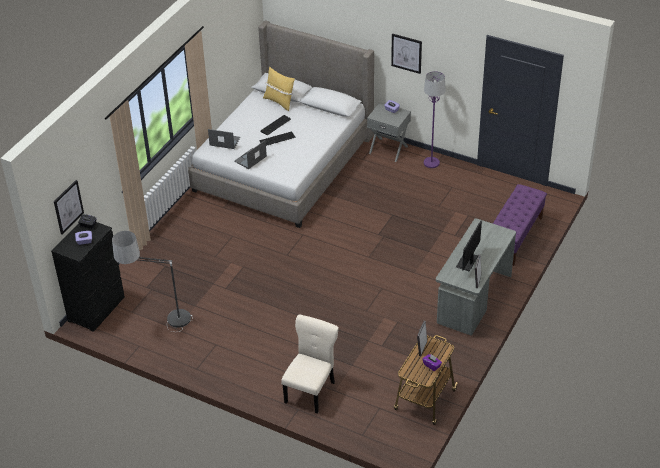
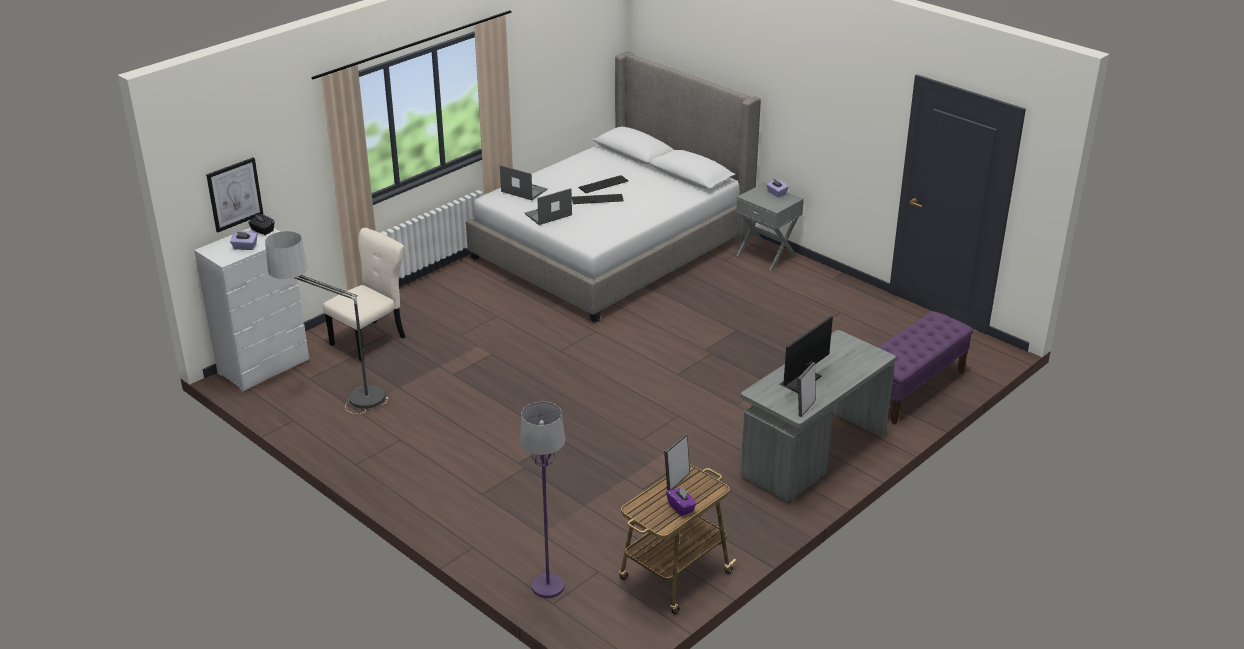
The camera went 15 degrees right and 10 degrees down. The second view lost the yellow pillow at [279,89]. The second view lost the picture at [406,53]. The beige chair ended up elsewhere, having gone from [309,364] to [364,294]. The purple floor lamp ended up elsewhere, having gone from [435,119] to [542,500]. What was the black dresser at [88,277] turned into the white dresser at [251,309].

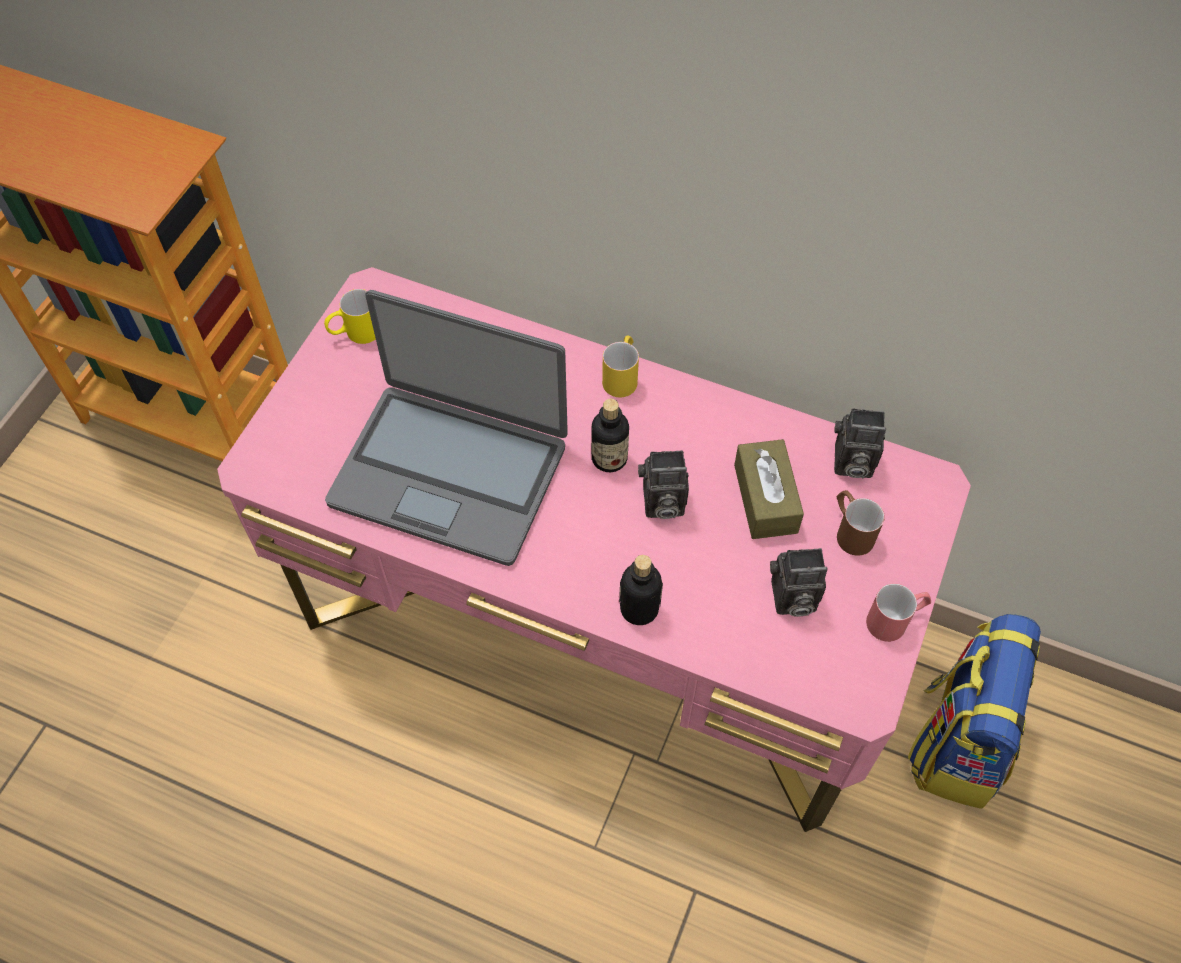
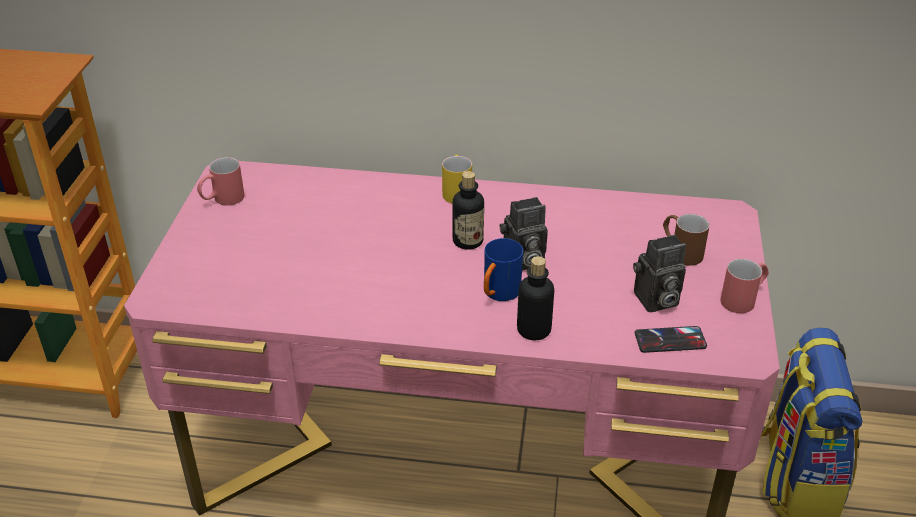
The camera went 15 degrees left and 20 degrees down. The second view lost the laptop at [446,428]. The second view lost the brown tissue box at [769,489]. The second view lost the photo camera at [860,443]. The second view gained the blue mug at [503,269]. The second view gained the phone at [671,339]. What was the yellow mug at [350,316] turned into the red mug at [221,181].

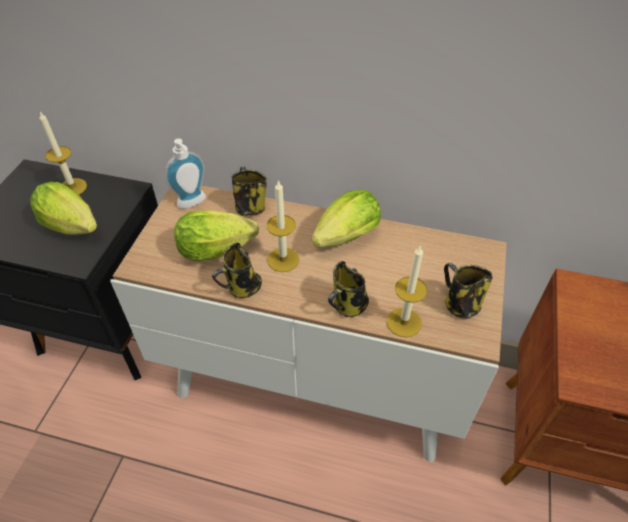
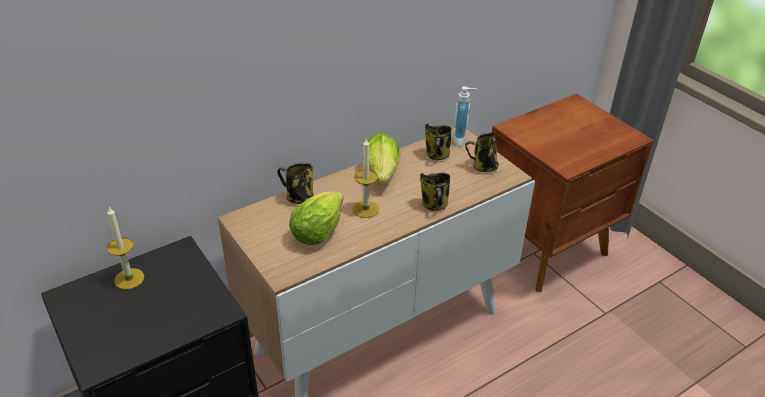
The camera went 50 degrees left and 10 degrees down. The second view lost the lettuce at [63,208]. The second view lost the candle at [406,291]. The soap dispenser ended up elsewhere, having gone from [185,174] to [465,116]. The mug ended up elsewhere, having gone from [237,270] to [438,142].

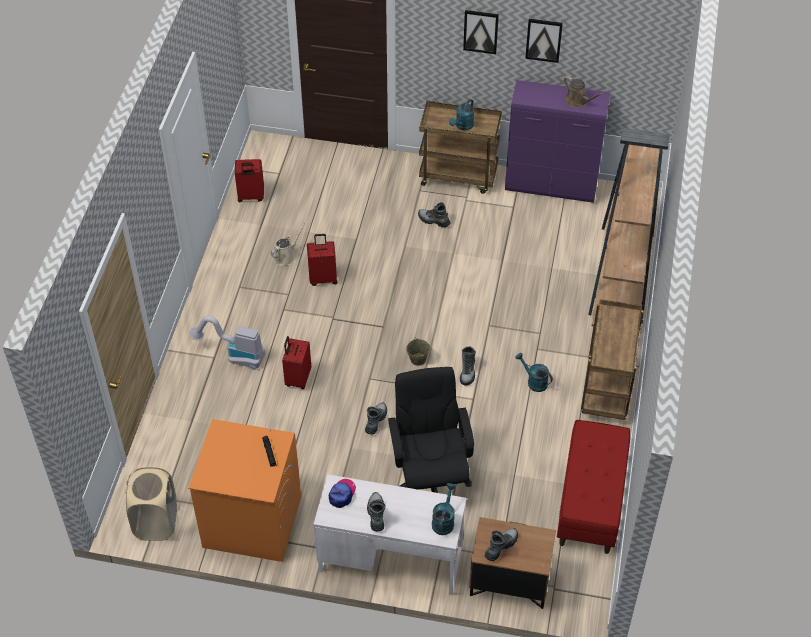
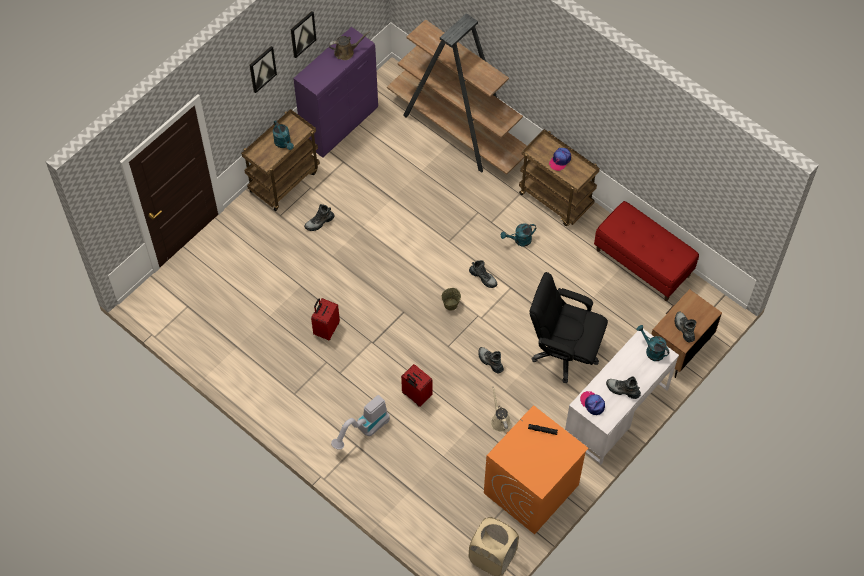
The camera went 60 degrees left and 10 degrees up. The second view lost the red suitcase at [249,180]. The second view gained the cap at [560,159]. The beige watering can ended up elsewhere, having gone from [288,245] to [501,409].

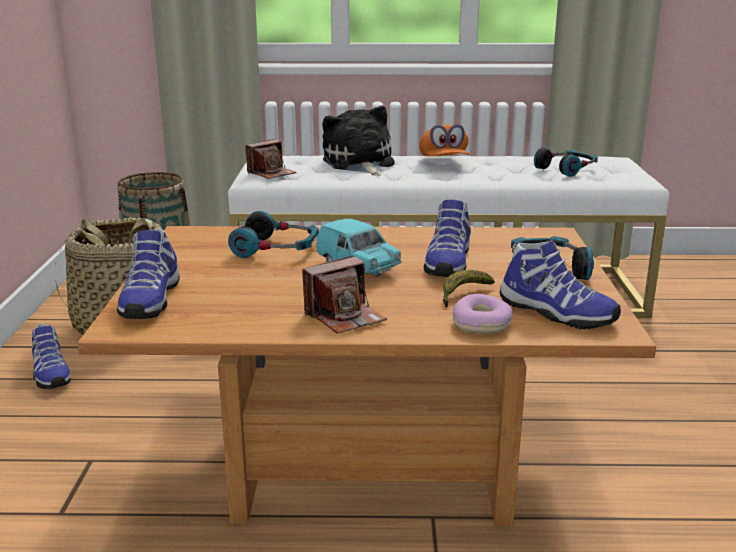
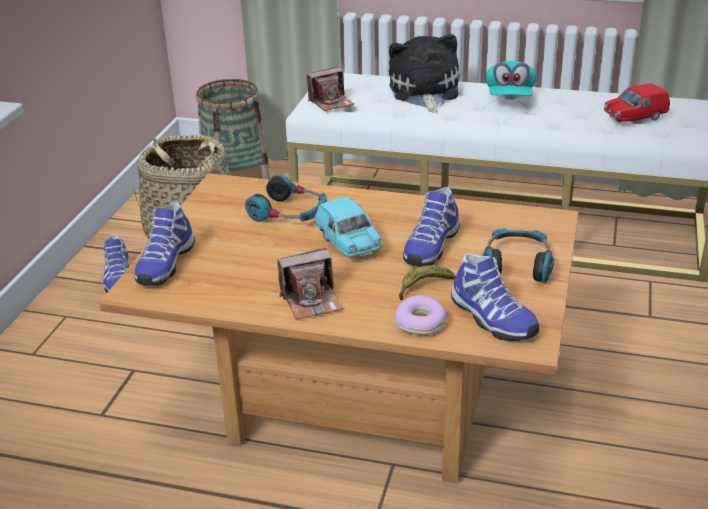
The camera went 15 degrees right and 10 degrees up. Where the headphones stood at [566,162], the red toy car came to stand at [637,103]. What was the orange cap at [444,140] turned into the turquoise cap at [511,78].

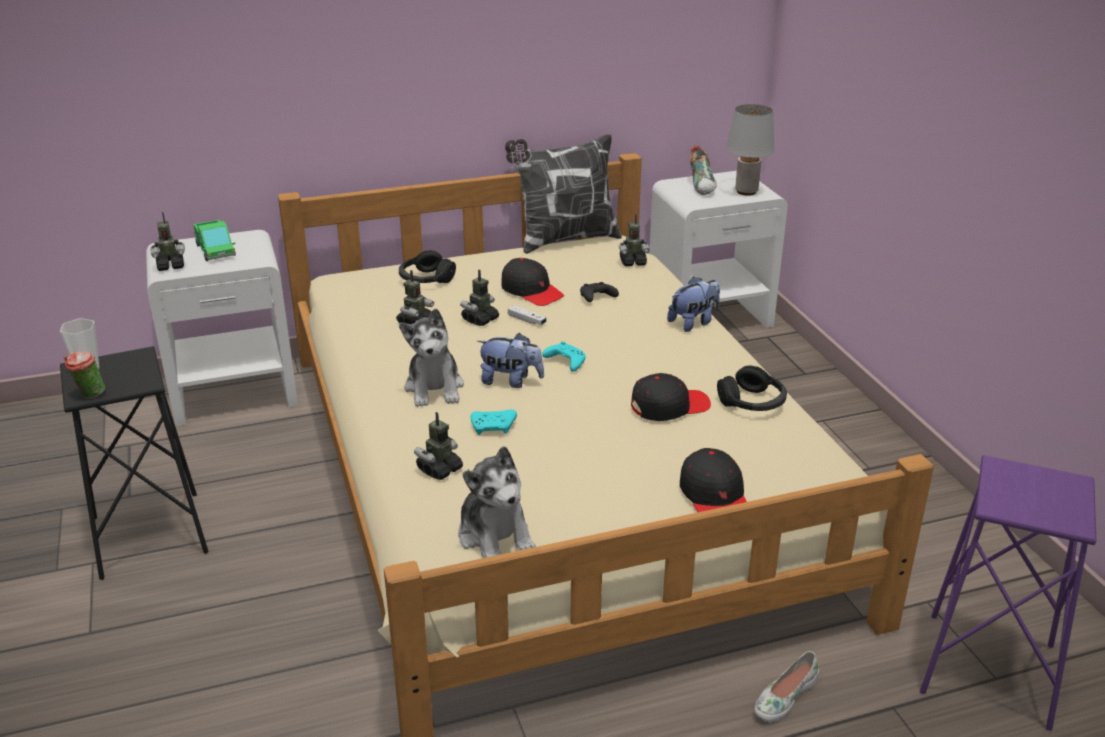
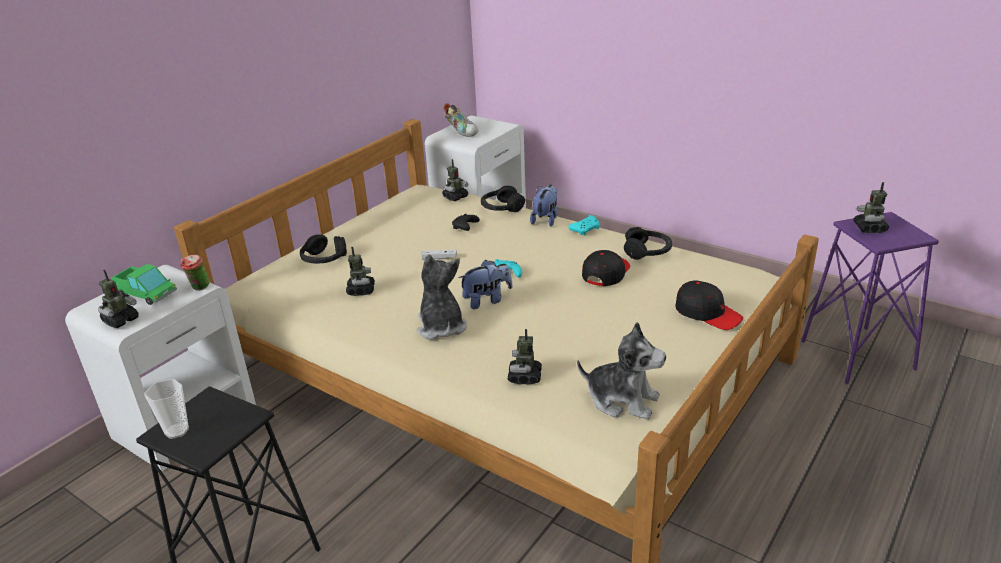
The camera went 35 degrees left and 0 degrees up. The second view lost the black cap at [532,282]. The second view lost the pillow at [563,194]. The second view lost the grey table lamp at [750,150]. The second view lost the white shoe at [786,686]. The second view gained the black headphones at [503,199]. The cup ended up elsewhere, having gone from [84,375] to [195,273]. The toy robot ended up elsewhere, having gone from [479,298] to [871,207]. The turquoise game controller ended up elsewhere, having gone from [493,422] to [584,225]. The plush toy at [431,358] ended up facing another way, 150 degrees counterclockwise from before.

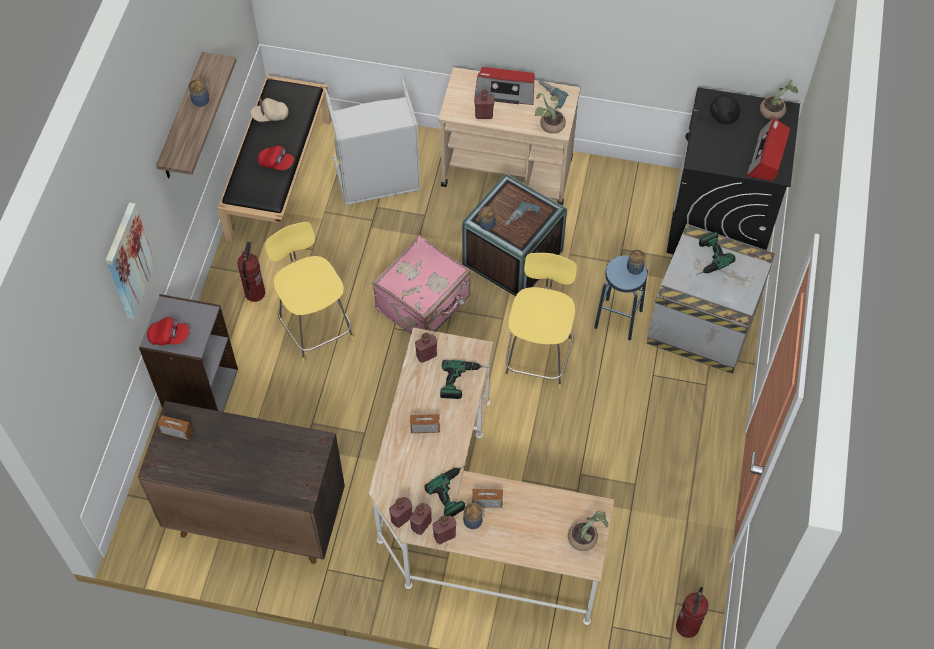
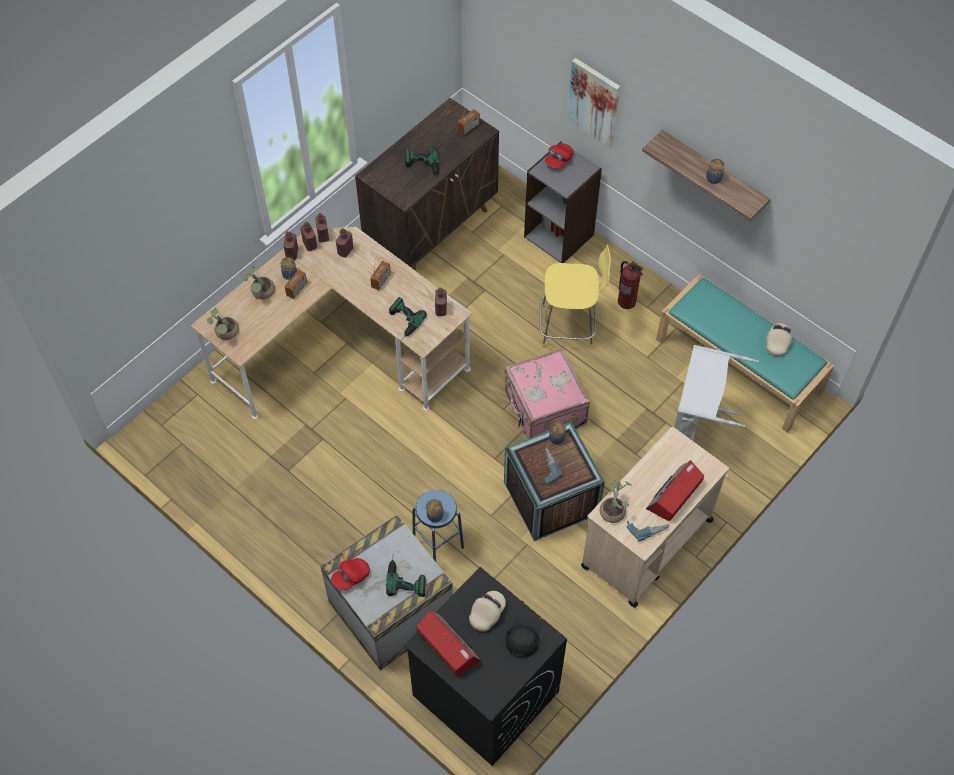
The camera went 120 degrees right and 0 degrees up. The second view lost the yellow stool at [541,321]. The second view lost the fire extinguisher at [692,612]. The second view gained the beige cap at [487,611]. The red cap ended up elsewhere, having gone from [276,158] to [350,574]. The power drill ended up elsewhere, having gone from [446,490] to [422,161]. The red bottle ended up elsewhere, having gone from [484,104] to [345,243]. The potted plant ended up elsewhere, having gone from [779,99] to [259,282]. What was the black bench at [274,158] turned into the turquoise bench at [745,353].

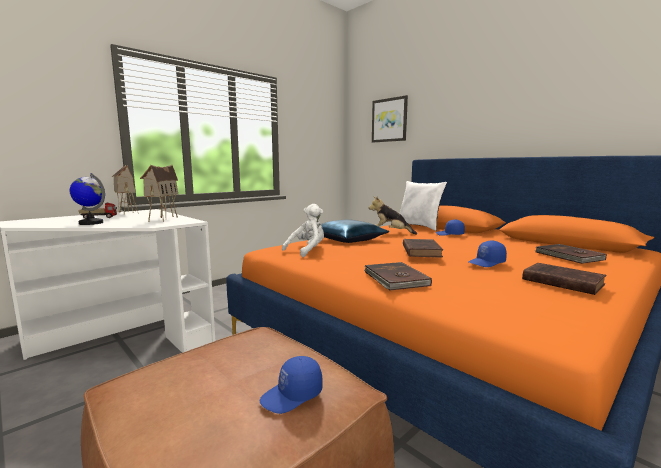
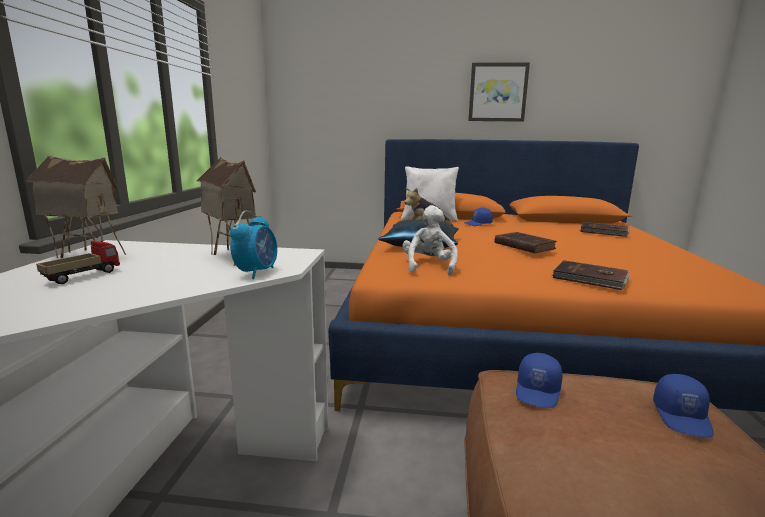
The camera went 40 degrees left and 5 degrees up. The second view lost the globe at [87,199]. The second view lost the brown book at [564,279]. The second view gained the alarm clock at [253,244]. The picture ended up elsewhere, having gone from [390,119] to [499,92]. The blue cap ended up elsewhere, having gone from [488,253] to [539,380].

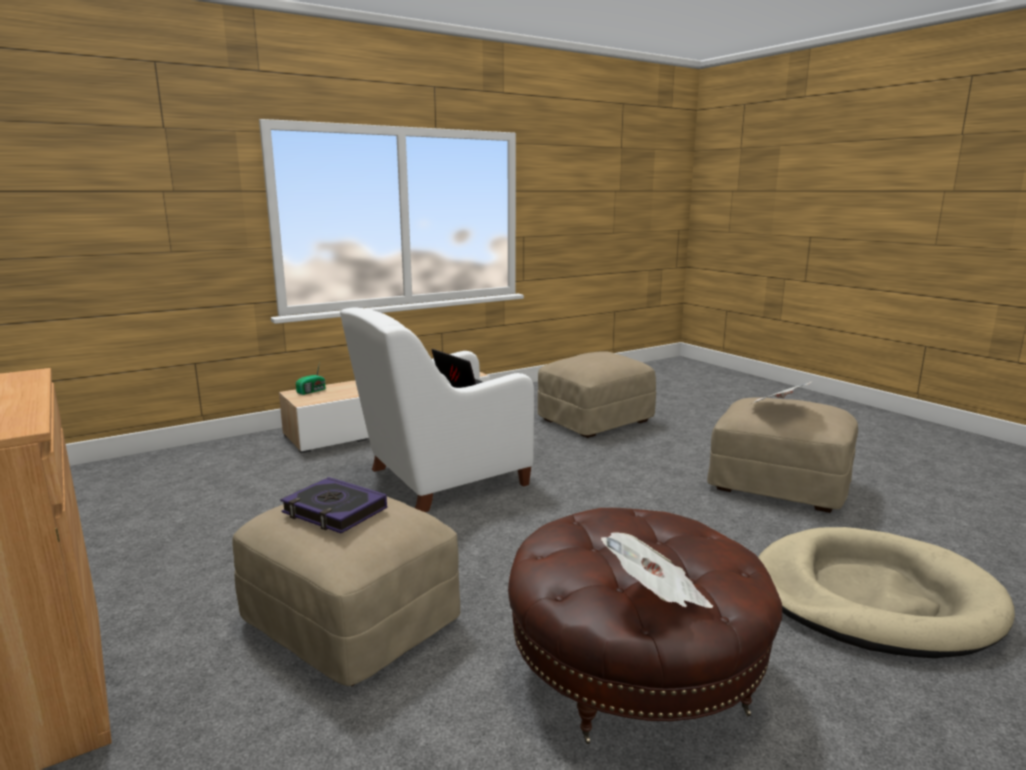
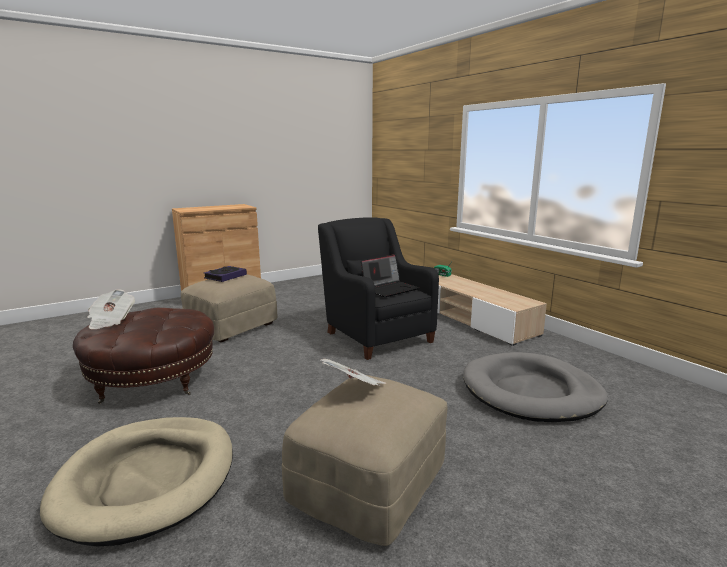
The camera went 90 degrees right and 0 degrees up. Where the beige ottoman stood at [597,394], the grey dog bed came to stand at [535,387]. What was the white armchair at [437,409] turned into the black armchair at [378,288].

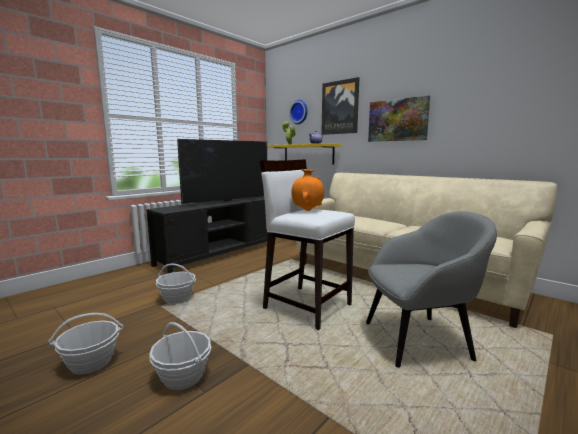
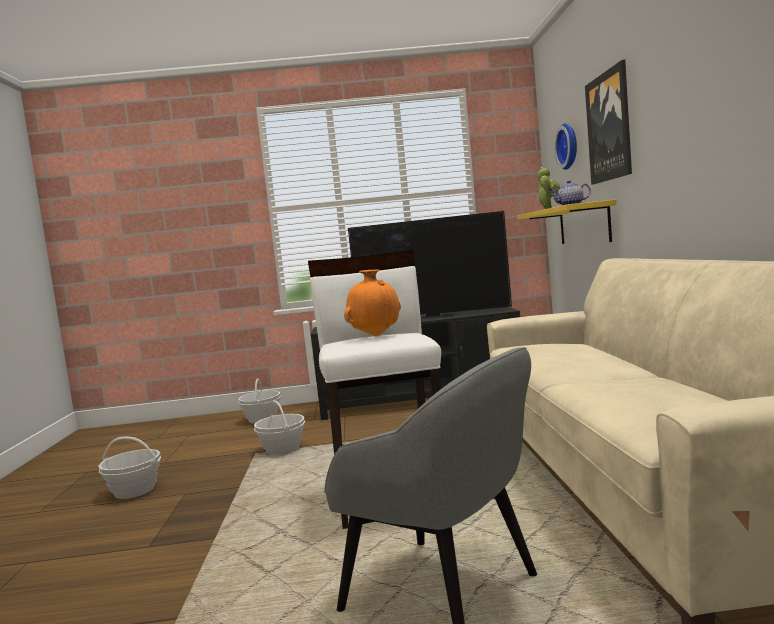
The camera went 45 degrees right and 5 degrees down. The second view lost the picture at [399,118]. The basket ended up elsewhere, having gone from [180,356] to [259,400].

